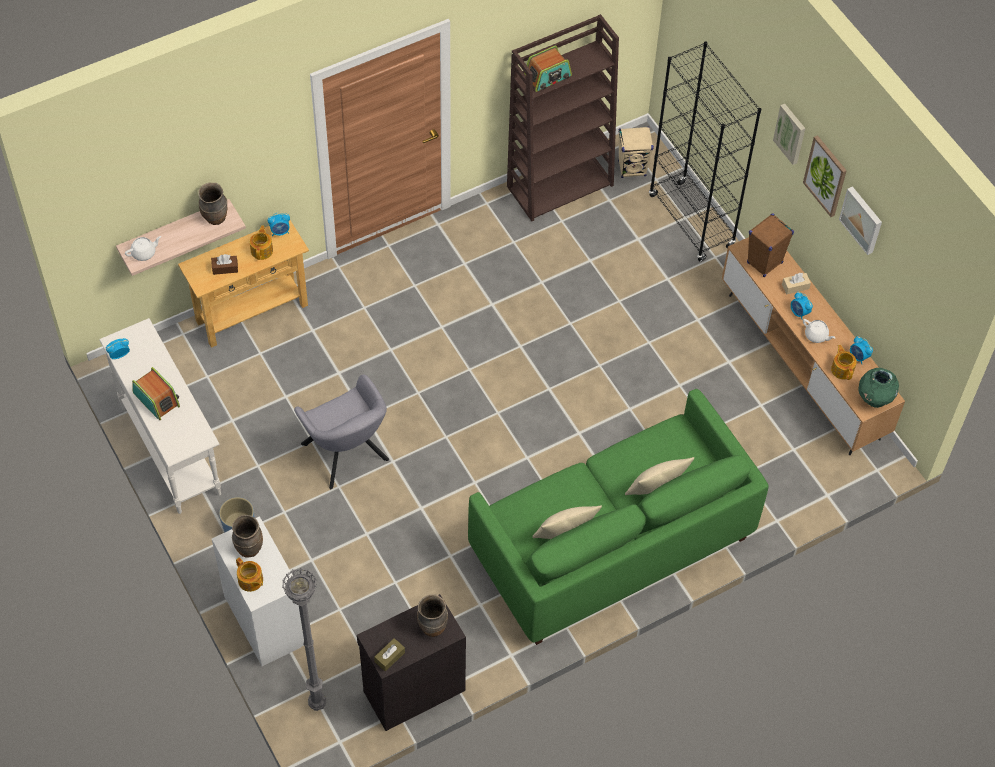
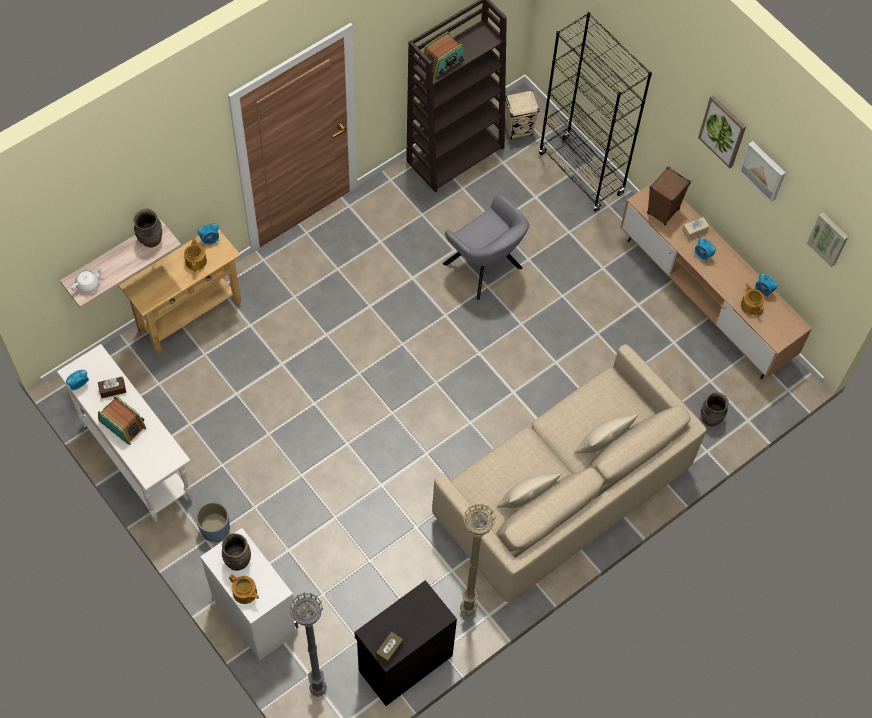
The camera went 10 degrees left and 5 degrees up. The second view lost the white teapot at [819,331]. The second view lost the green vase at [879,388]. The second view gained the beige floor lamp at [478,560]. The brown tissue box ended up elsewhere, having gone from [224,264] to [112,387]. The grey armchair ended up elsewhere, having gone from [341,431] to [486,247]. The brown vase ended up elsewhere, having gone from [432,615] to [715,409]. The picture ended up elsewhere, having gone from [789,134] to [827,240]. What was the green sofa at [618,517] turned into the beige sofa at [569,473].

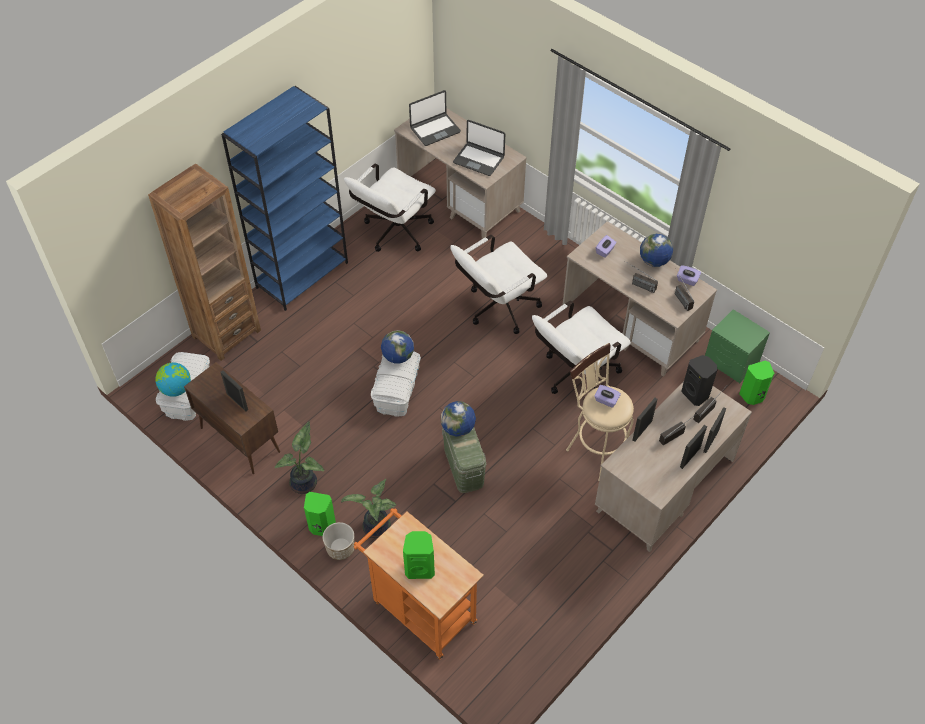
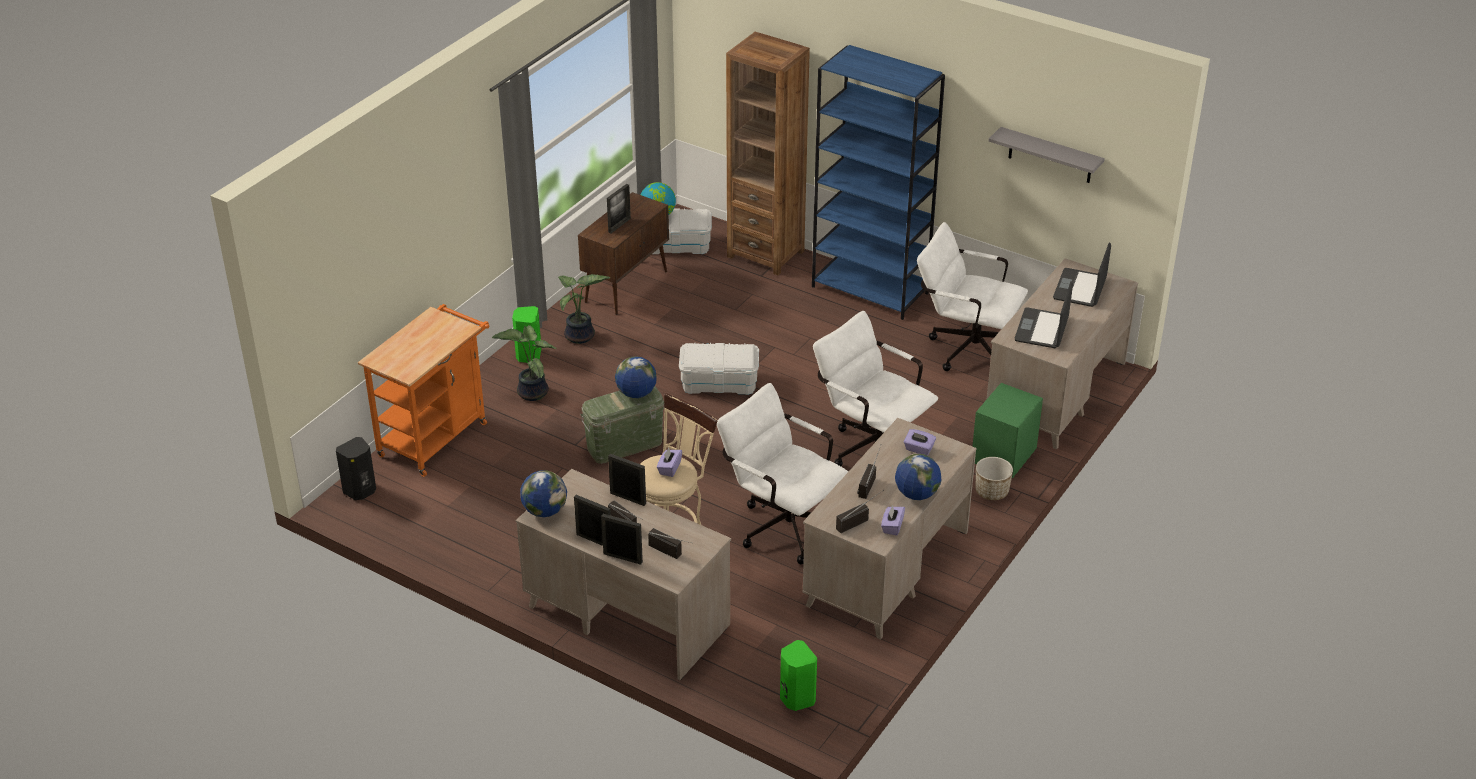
The camera went 80 degrees right and 15 degrees down. The second view lost the green speaker at [419,555]. The second view gained the grey shelf at [1047,155]. The planter ended up elsewhere, having gone from [339,541] to [994,478]. The globe ended up elsewhere, having gone from [397,347] to [543,493]. The black speaker ended up elsewhere, having gone from [699,380] to [356,468]. The green nightstand ended up elsewhere, having gone from [737,346] to [1008,430]. The laptop at [435,118] ended up facing another way, 60 degrees clockwise from before.

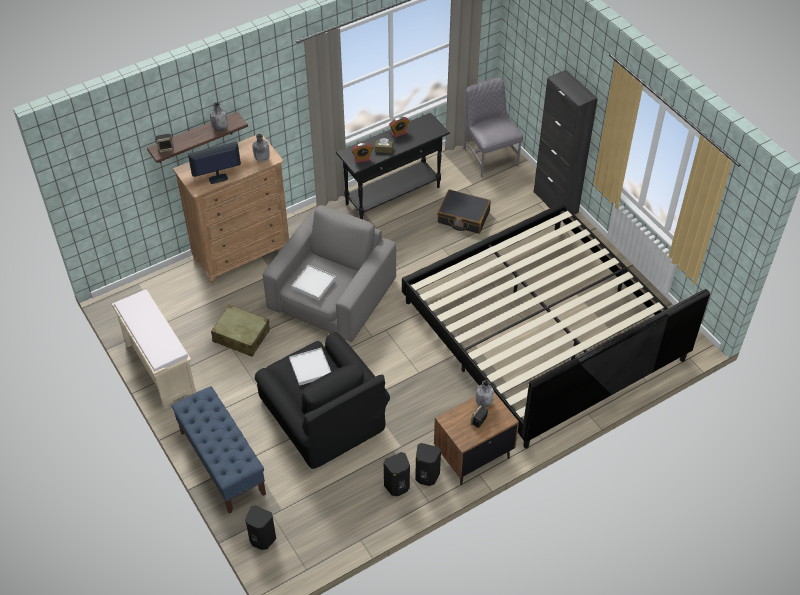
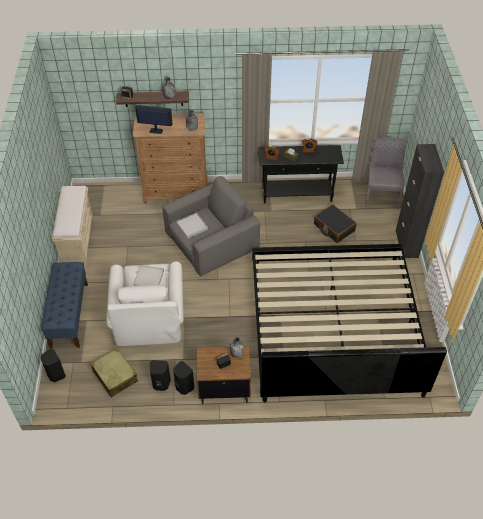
The camera went 30 degrees right and 0 degrees up. The beige suitcase ended up elsewhere, having gone from [240,330] to [114,372]. What was the black armchair at [322,400] turned into the white armchair at [145,304].

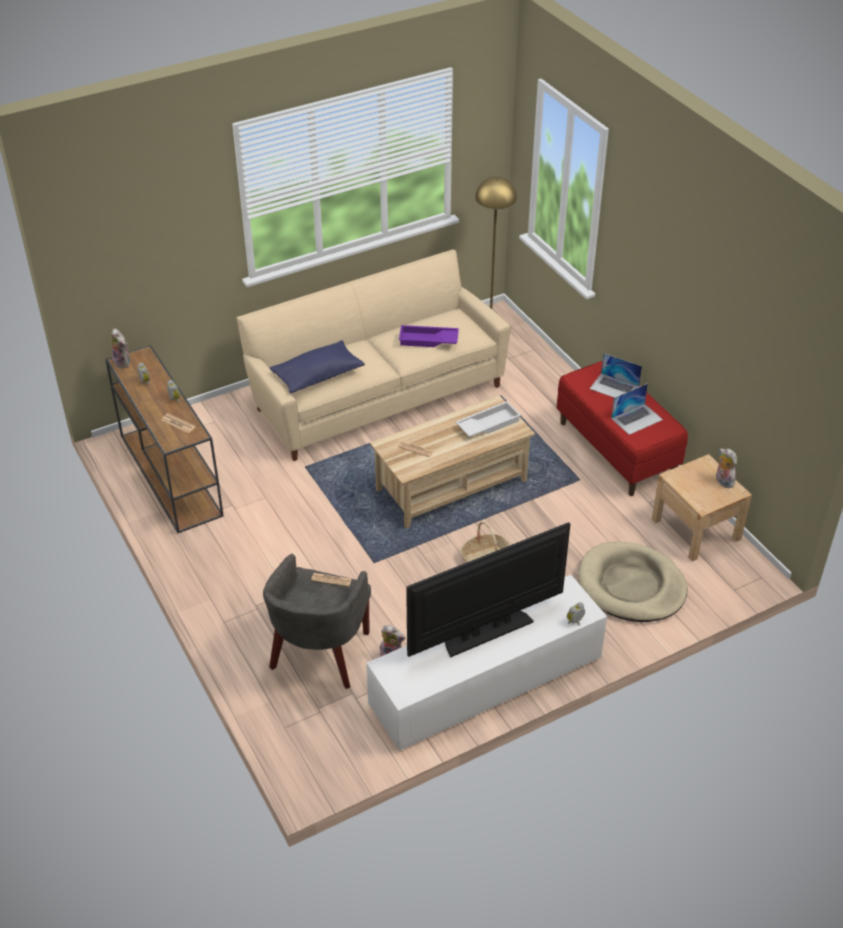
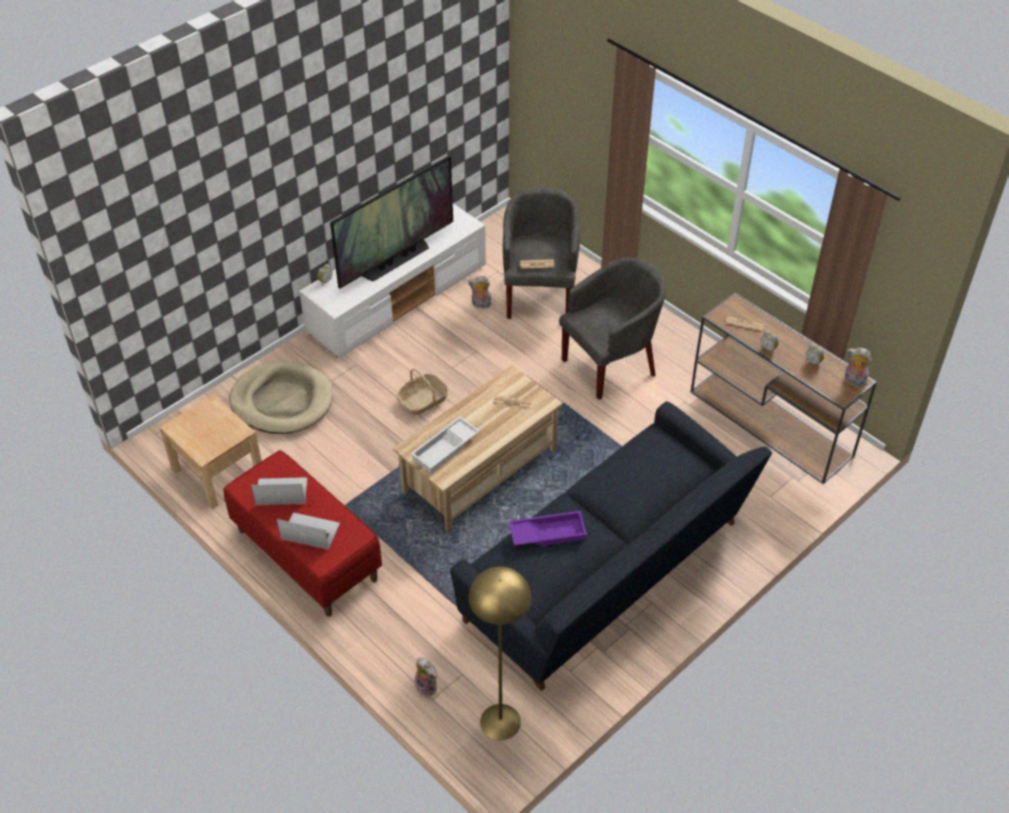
The camera went 165 degrees right and 5 degrees up. The second view lost the blue pillow at [317,367]. The second view gained the grey armchair at [612,329]. The plush toy ended up elsewhere, having gone from [726,468] to [426,677]. What was the beige sofa at [374,355] turned into the black sofa at [611,546]. The laptop at [637,409] ended up facing another way, 45 degrees clockwise from before.

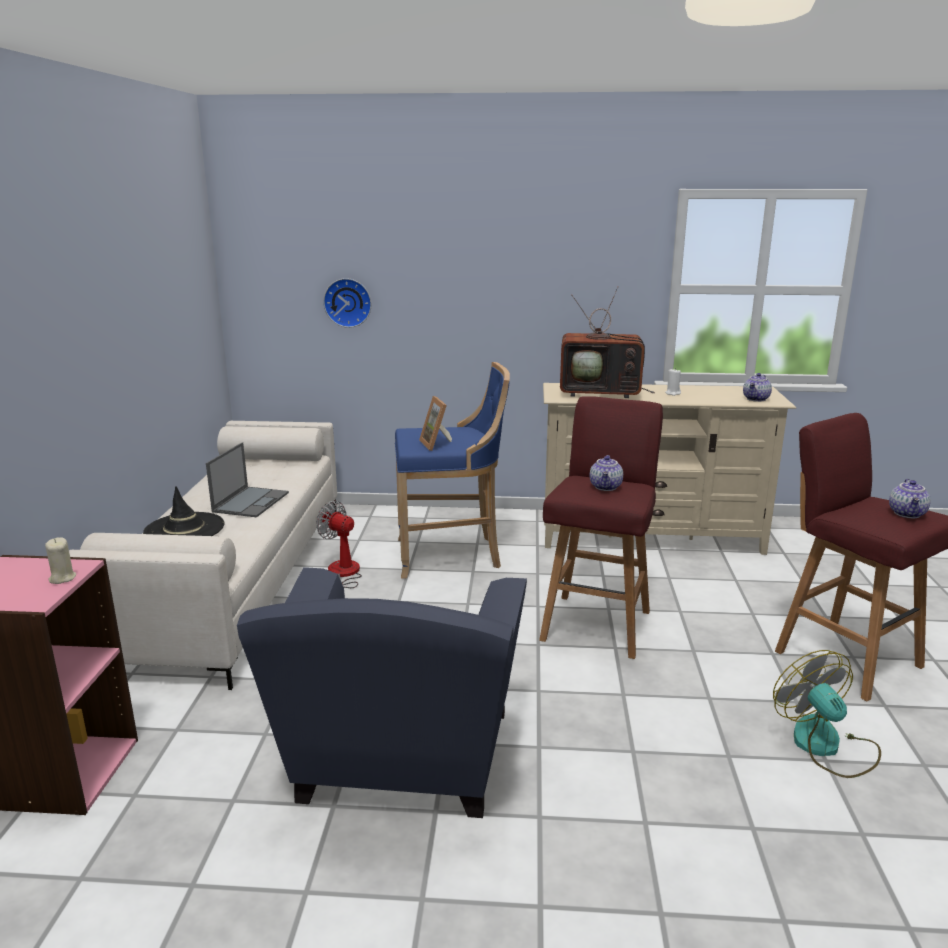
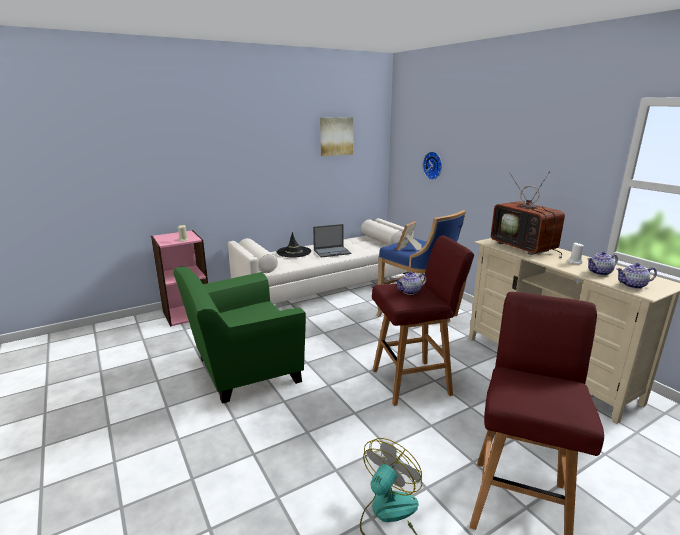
The camera went 55 degrees right and 0 degrees up. The second view lost the fan at [339,544]. The second view gained the picture at [336,136]. The teapot ended up elsewhere, having gone from [910,498] to [603,264]. What was the blue armchair at [382,692] turned into the green armchair at [239,335].

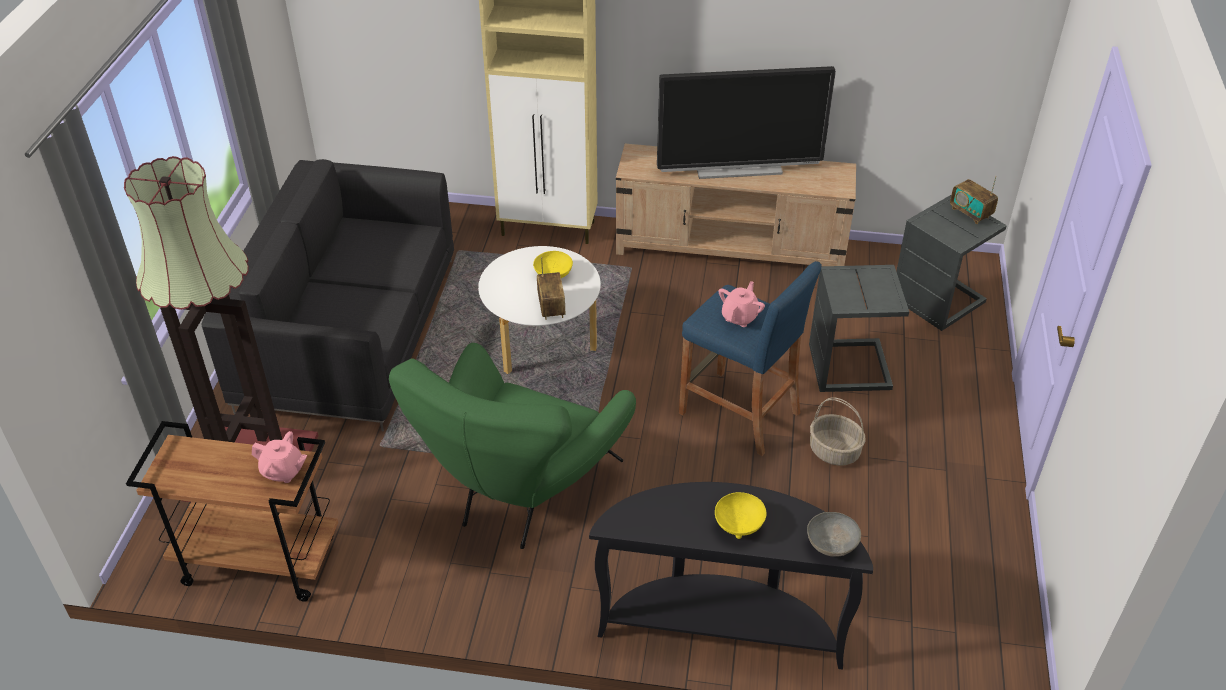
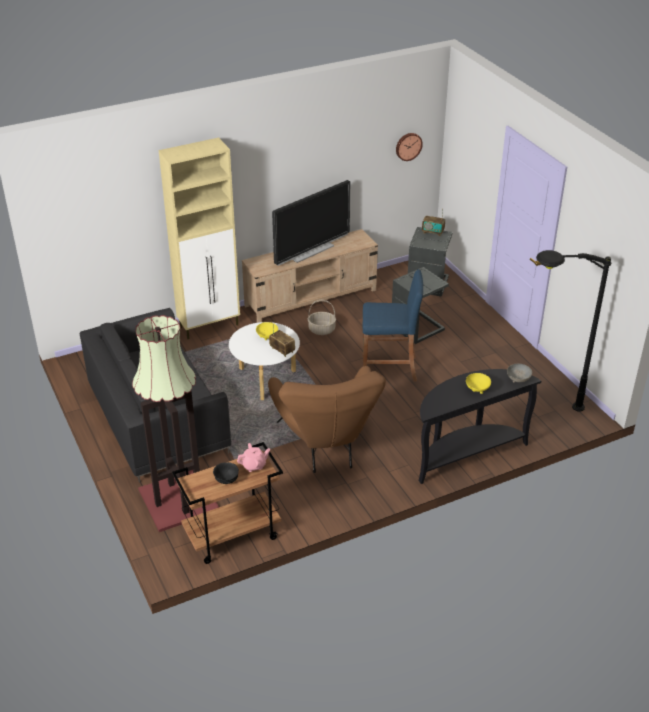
The camera went 35 degrees left and 5 degrees down. The second view lost the pink teapot at [742,304]. The second view gained the black bowl at [226,473]. The second view gained the wall clock at [409,147]. The second view gained the black floor lamp at [573,330]. The basket ended up elsewhere, having gone from [838,431] to [322,317]. What was the green armchair at [512,446] turned into the brown armchair at [327,419].

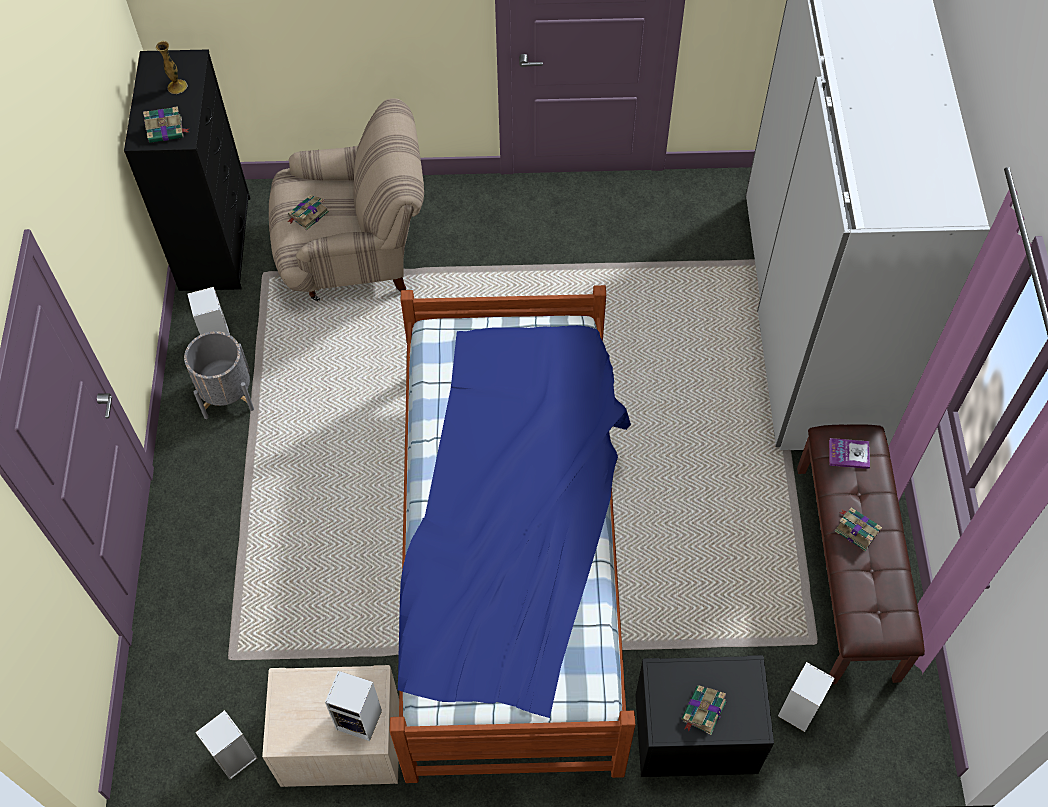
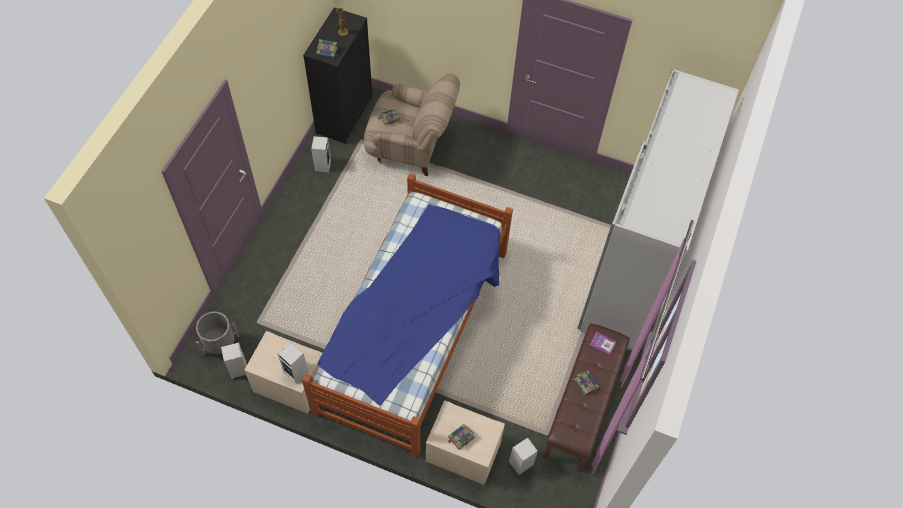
The camera went 20 degrees right and 0 degrees up. The grey planter ended up elsewhere, having gone from [219,375] to [217,334]. What was the black nightstand at [704,716] turned into the beige nightstand at [465,443].

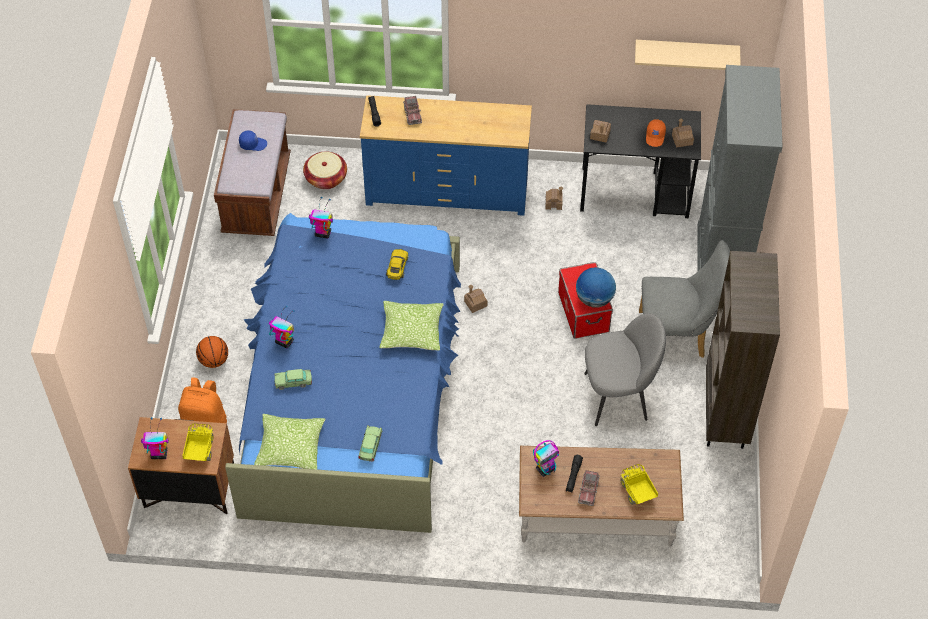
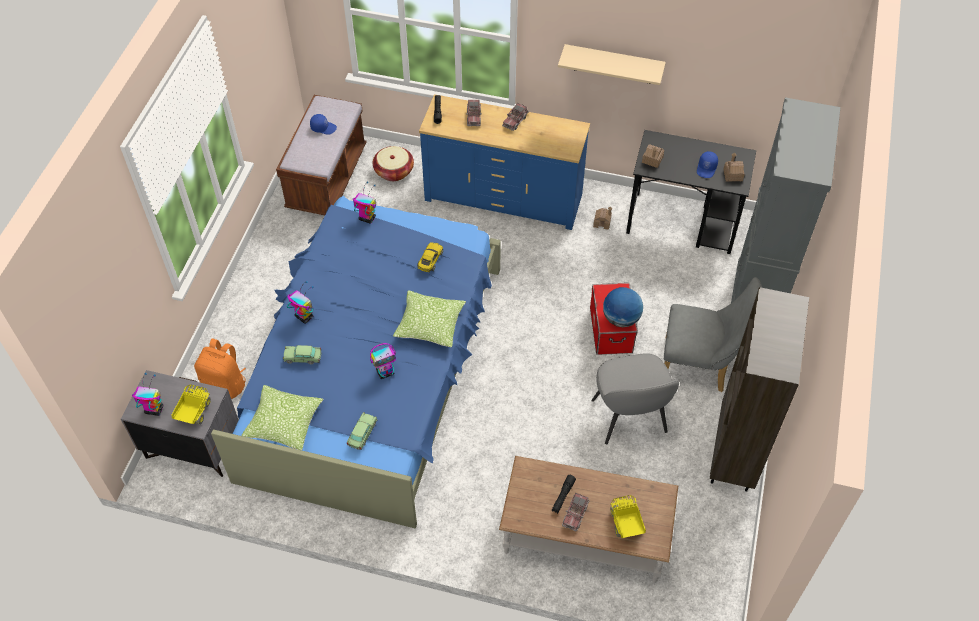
The camera went 10 degrees right and 0 degrees up. The second view lost the basketball at [212,352]. The second view lost the toy house at [476,299]. The second view gained the toy truck at [515,117]. The toy robot ended up elsewhere, having gone from [546,458] to [383,361]. The beige shelf ended up elsewhere, having gone from [688,55] to [612,64]. What was the brown nightstand at [181,465] turned into the grey nightstand at [180,423]. What was the orange cap at [656,133] turned into the blue cap at [707,164]. The grey chair at [625,369] ended up facing another way, 75 degrees clockwise from before.

